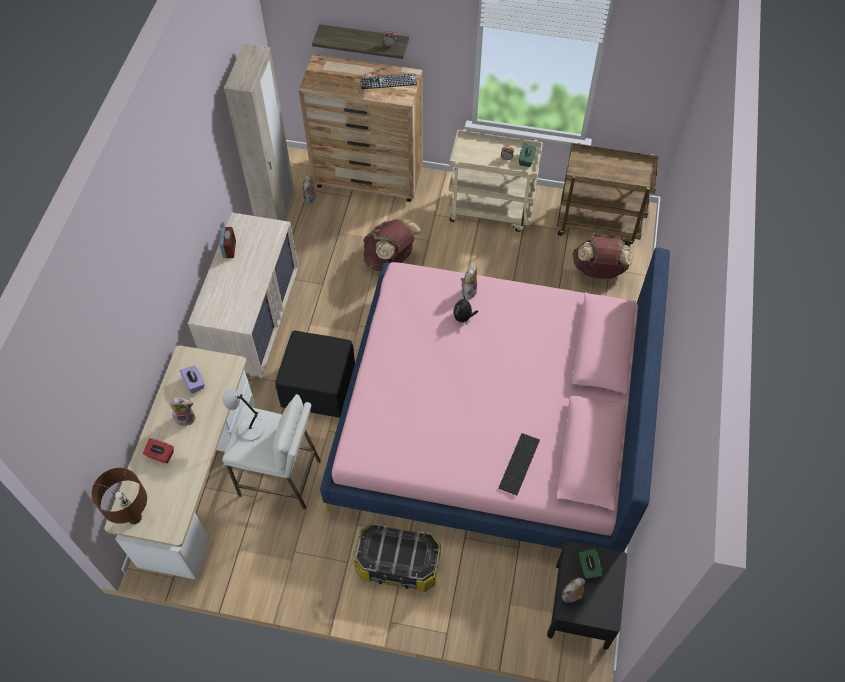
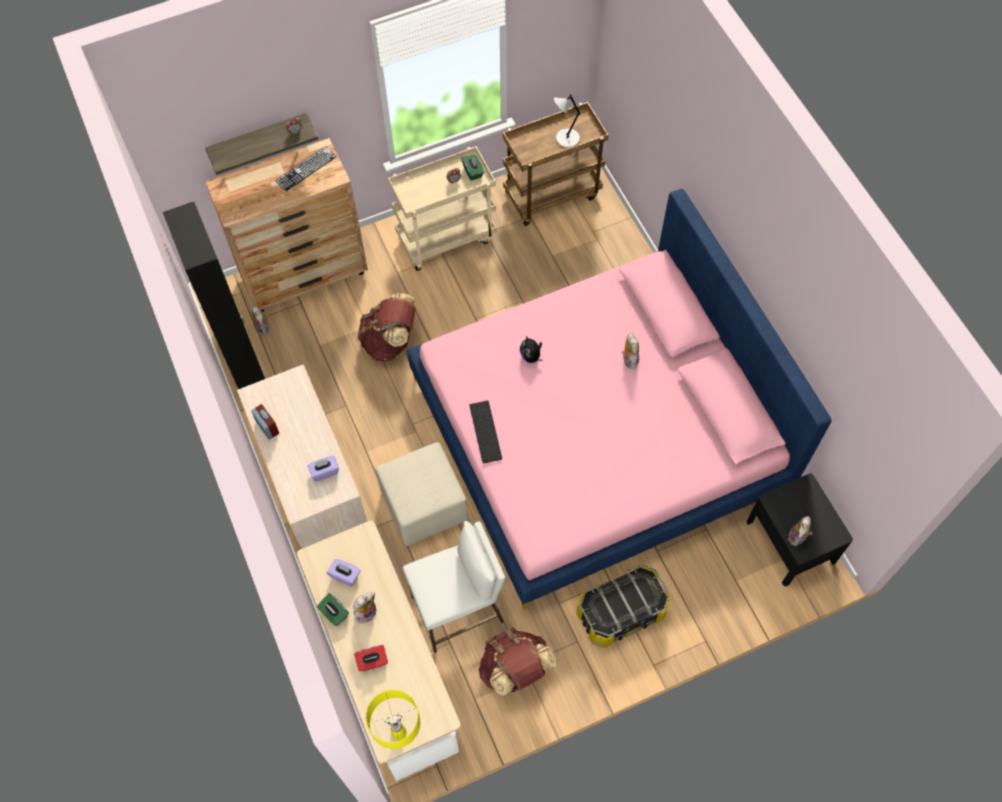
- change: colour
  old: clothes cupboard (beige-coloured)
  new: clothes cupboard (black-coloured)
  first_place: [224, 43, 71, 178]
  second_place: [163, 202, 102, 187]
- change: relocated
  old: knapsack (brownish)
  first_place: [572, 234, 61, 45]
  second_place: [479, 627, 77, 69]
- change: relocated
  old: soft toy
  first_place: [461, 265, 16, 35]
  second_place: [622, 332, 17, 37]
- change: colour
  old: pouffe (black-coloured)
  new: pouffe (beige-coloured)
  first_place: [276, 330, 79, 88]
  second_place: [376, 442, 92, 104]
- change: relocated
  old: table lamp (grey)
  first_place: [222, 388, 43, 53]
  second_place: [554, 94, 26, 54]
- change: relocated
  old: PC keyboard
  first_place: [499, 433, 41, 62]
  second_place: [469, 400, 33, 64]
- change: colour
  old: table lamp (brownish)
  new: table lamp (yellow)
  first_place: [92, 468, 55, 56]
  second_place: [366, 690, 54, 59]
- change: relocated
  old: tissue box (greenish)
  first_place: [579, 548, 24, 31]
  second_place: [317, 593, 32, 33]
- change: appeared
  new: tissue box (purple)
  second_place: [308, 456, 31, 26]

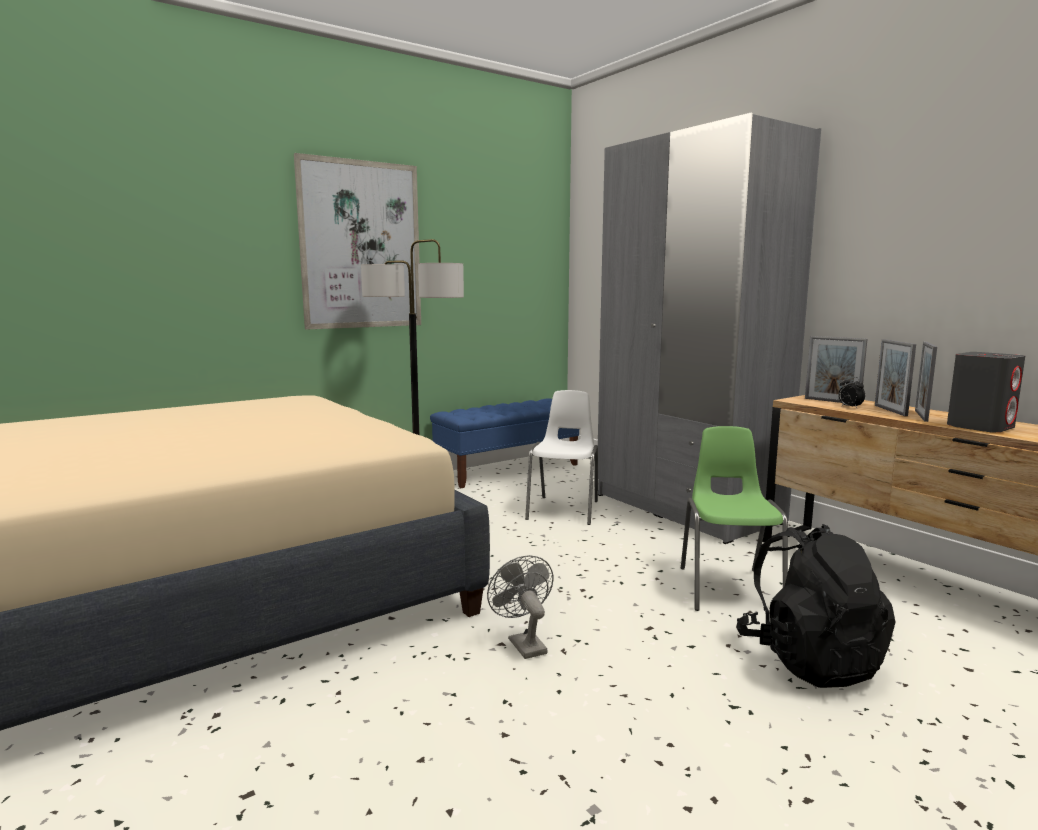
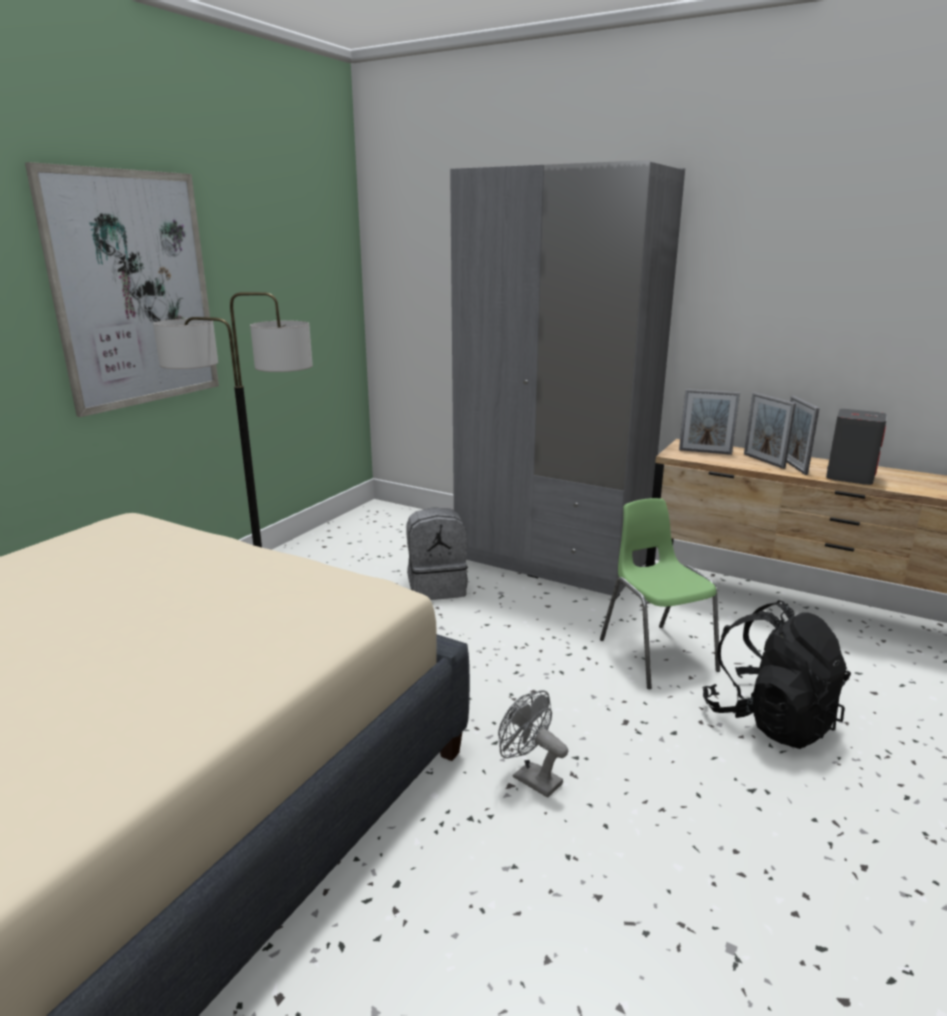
- change: missing
  old: table clock
  first_place: [838, 376, 27, 32]
- change: exchanged
  old: chair (whitish)
  new: knapsack (grey)
  first_place: [525, 390, 73, 135]
  second_place: [406, 507, 62, 93]
- change: missing
  old: bench (blue)
  first_place: [430, 398, 149, 90]

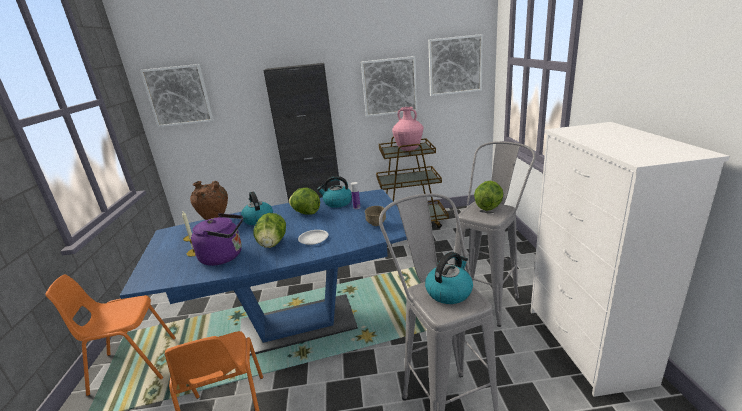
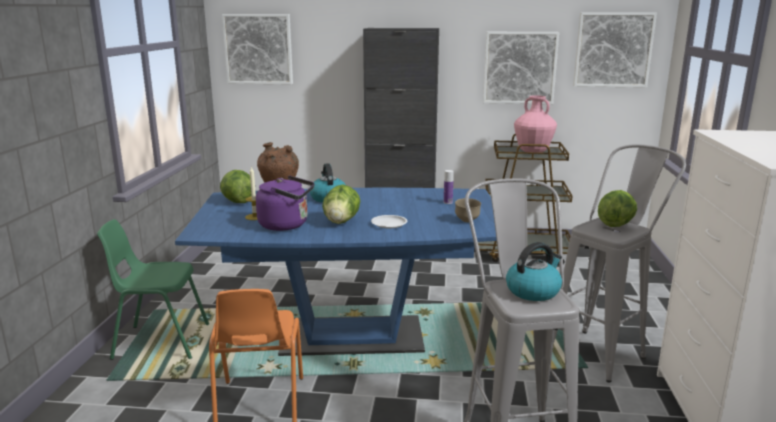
- change: missing
  old: tea kettle
  first_place: [317, 176, 35, 32]
- change: relocated
  old: lettuce head
  first_place: [289, 188, 31, 27]
  second_place: [220, 170, 32, 33]
- change: colour
  old: chair (orange-coloured)
  new: chair (greenish)
  first_place: [45, 274, 131, 122]
  second_place: [97, 219, 112, 141]

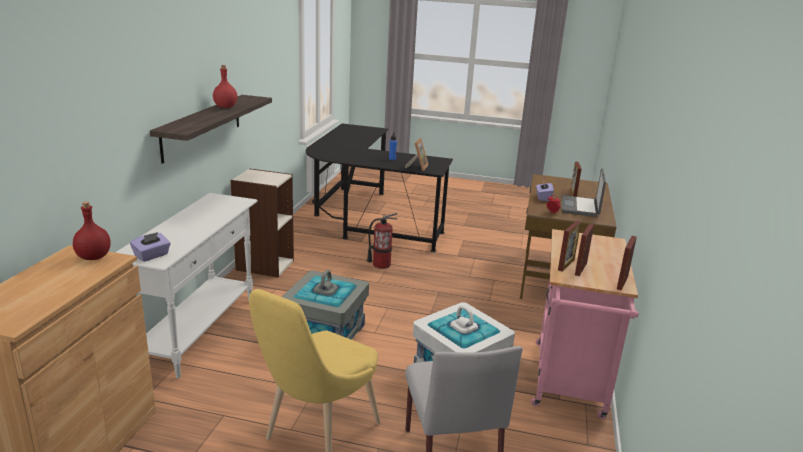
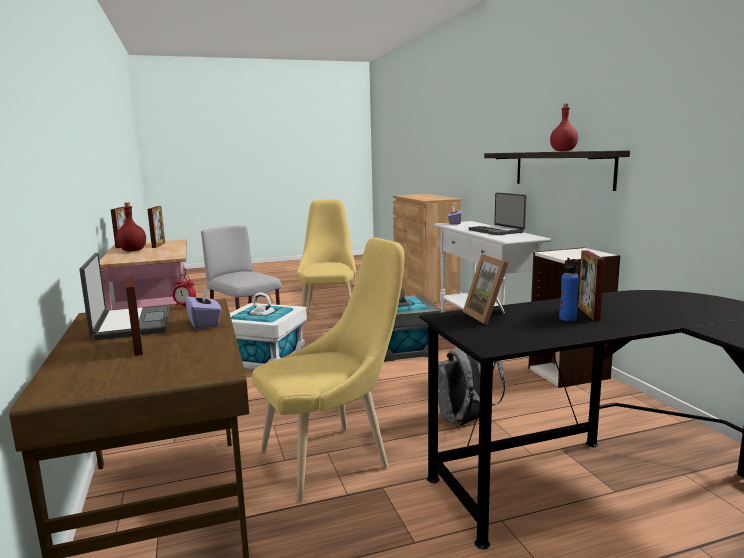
- change: relocated
  old: beverage bottle (reddish)
  first_place: [73, 201, 38, 59]
  second_place: [116, 203, 30, 49]
- change: exchanged
  old: fire extinguisher
  new: knapsack (grey)
  first_place: [367, 213, 30, 56]
  second_place: [438, 348, 67, 78]
- change: relocated
  old: standing frame
  first_place: [558, 221, 23, 50]
  second_place: [578, 250, 27, 71]
- change: appeared
  new: notebook computer
  second_place: [469, 193, 58, 42]
- change: appeared
  new: chair (yellow)
  second_place: [252, 238, 152, 264]

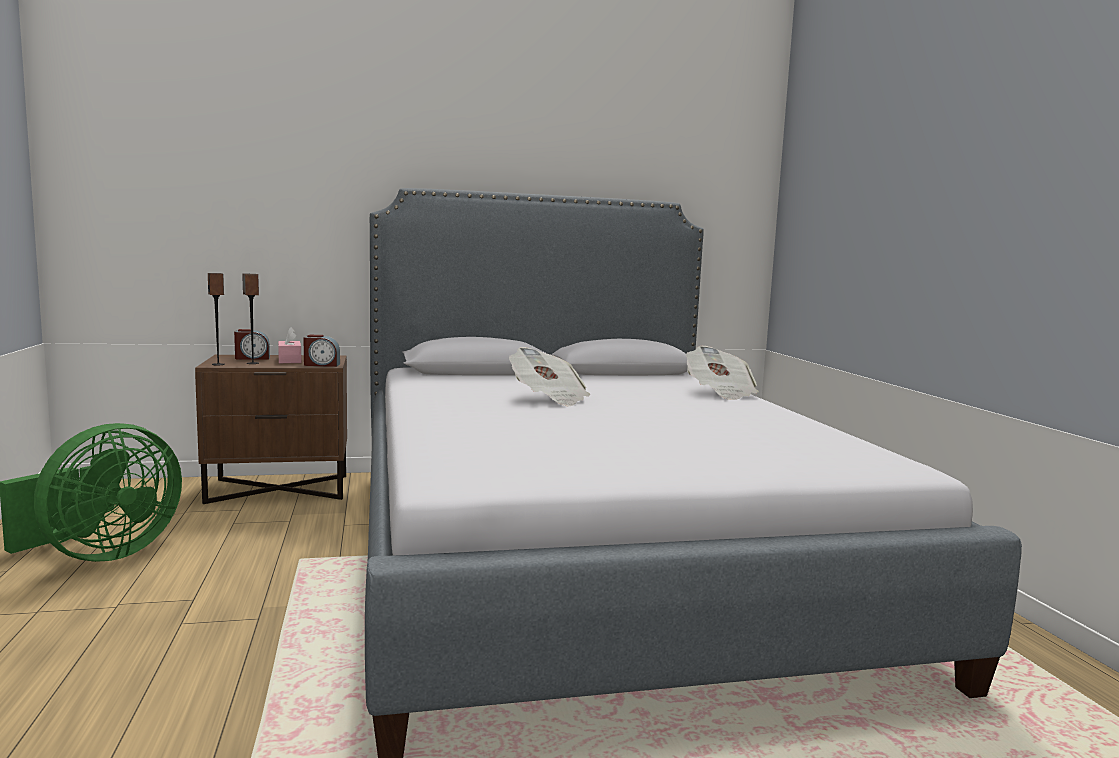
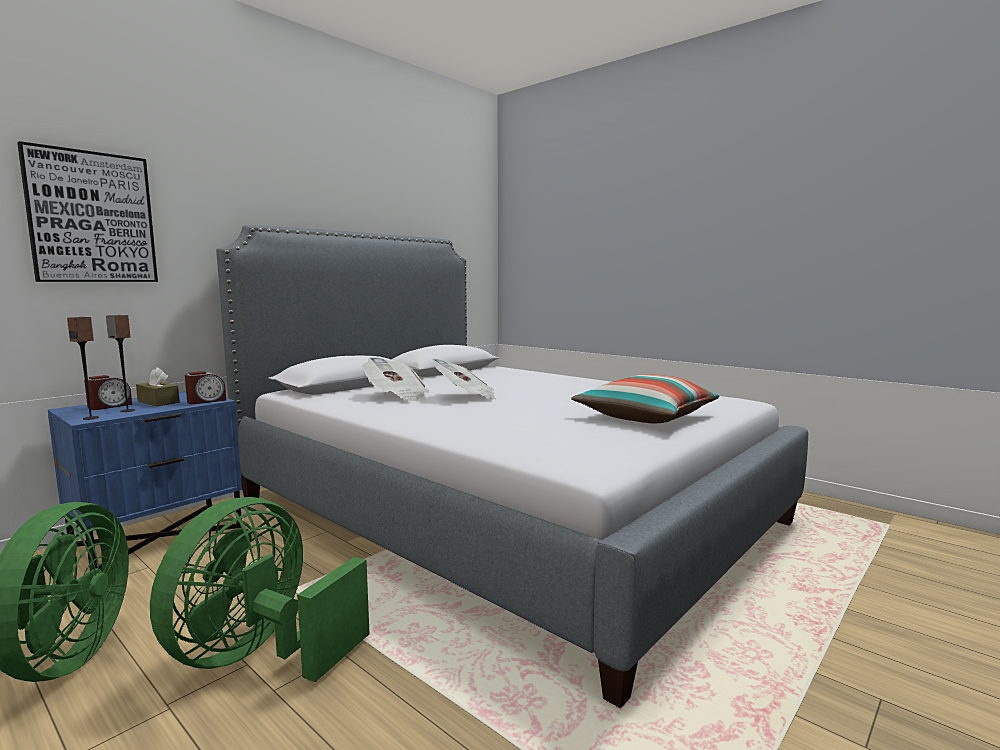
- change: colour
  old: tissue box (pink)
  new: tissue box (brownish)
  first_place: [278, 327, 23, 36]
  second_place: [136, 367, 44, 39]
- change: relocated
  old: printed paper
  first_place: [686, 346, 73, 54]
  second_place: [362, 357, 67, 45]
- change: colour
  old: bedside table (brownish)
  new: bedside table (blue)
  first_place: [195, 355, 152, 149]
  second_place: [48, 391, 194, 179]
- change: appeared
  new: picture
  second_place: [17, 141, 141, 141]
- change: appeared
  new: pillow
  second_place: [571, 374, 149, 49]
- change: appeared
  new: fan (greenish)
  second_place: [150, 497, 220, 185]

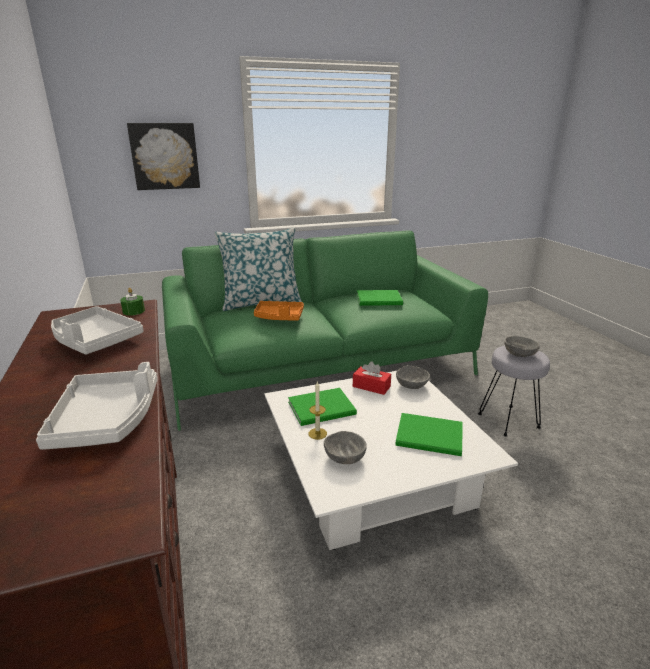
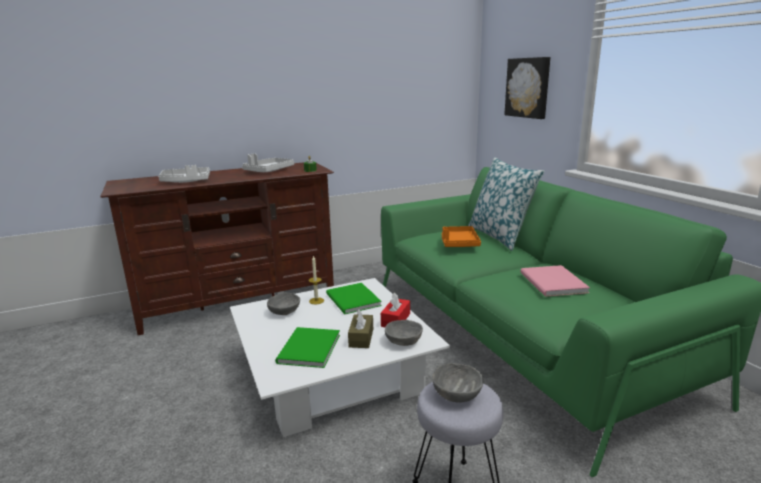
- change: colour
  old: bound book (greenish)
  new: bound book (pink)
  first_place: [357, 290, 46, 16]
  second_place: [520, 265, 70, 32]
- change: appeared
  new: tissue box (brownish)
  second_place: [348, 309, 25, 39]

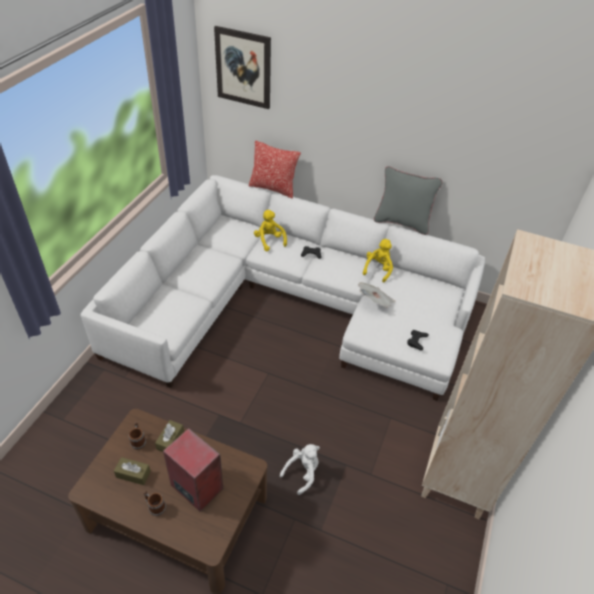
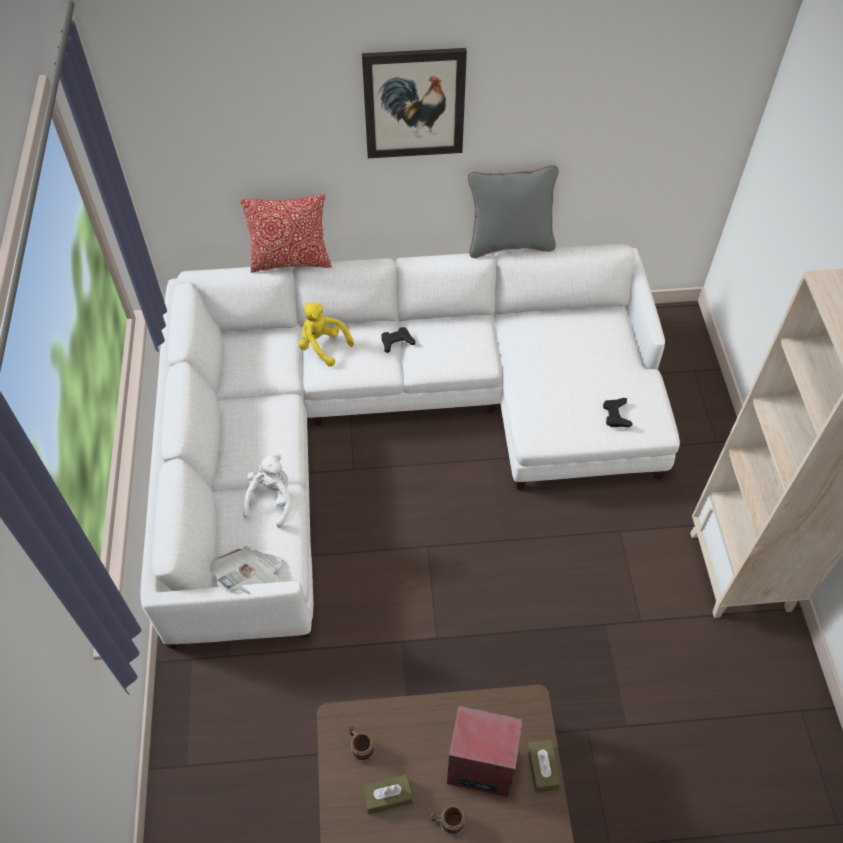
- change: relocated
  old: picture
  first_place: [214, 26, 57, 83]
  second_place: [362, 48, 105, 110]
- change: missing
  old: soft toy (yellow)
  first_place: [363, 239, 30, 44]
- change: relocated
  old: printed paper
  first_place: [358, 282, 38, 26]
  second_place: [210, 546, 72, 48]
- change: relocated
  old: tissue box (brownish)
  first_place: [155, 420, 29, 32]
  second_place: [527, 739, 34, 54]
- change: relocated
  old: soft toy (whitish)
  first_place: [280, 444, 40, 51]
  second_place: [243, 454, 49, 74]

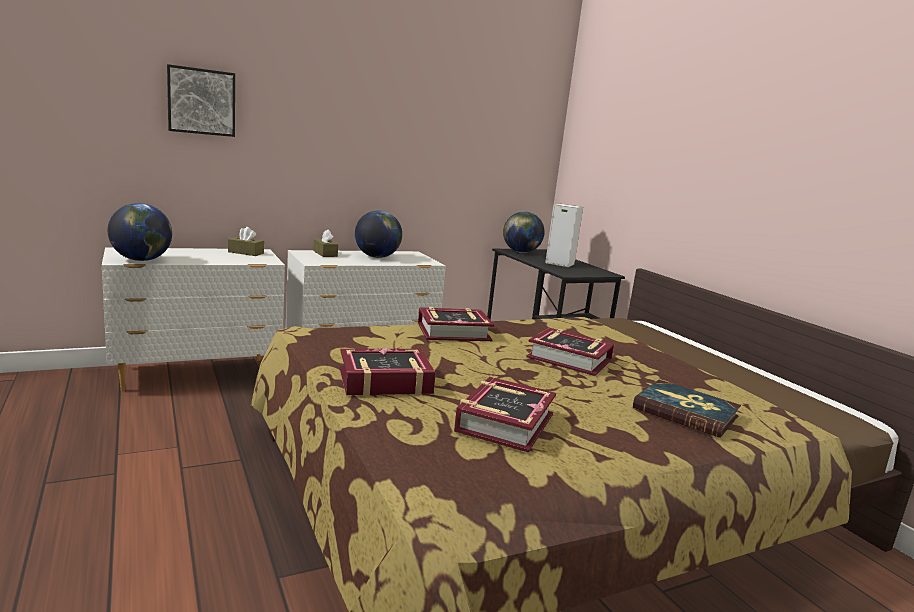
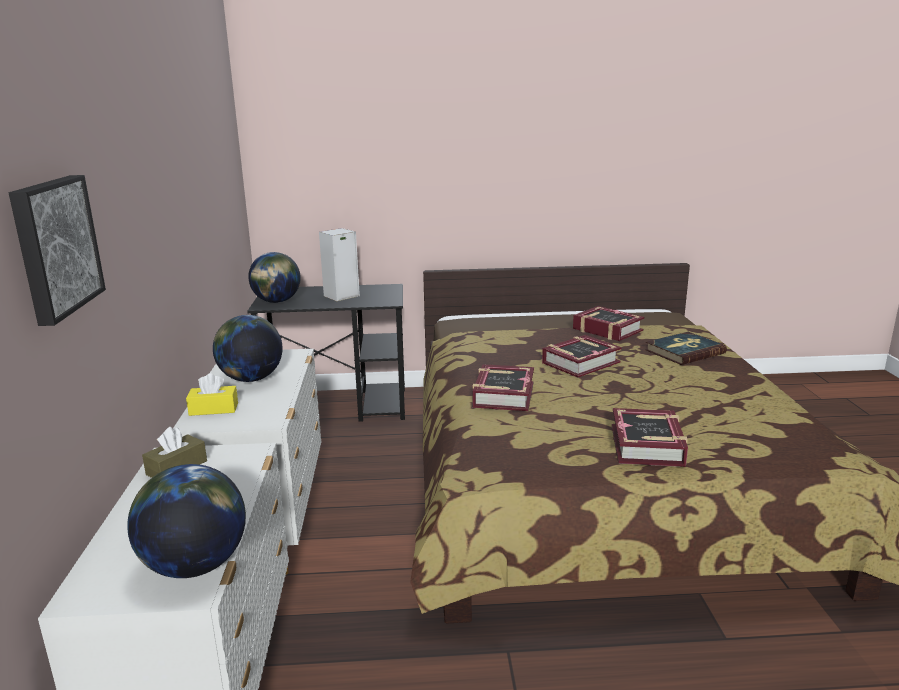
- change: colour
  old: tissue box (brownish)
  new: tissue box (yellow)
  first_place: [313, 229, 25, 28]
  second_place: [186, 373, 52, 43]
- change: relocated
  old: bound book
  first_place: [454, 377, 102, 75]
  second_place: [573, 306, 71, 35]

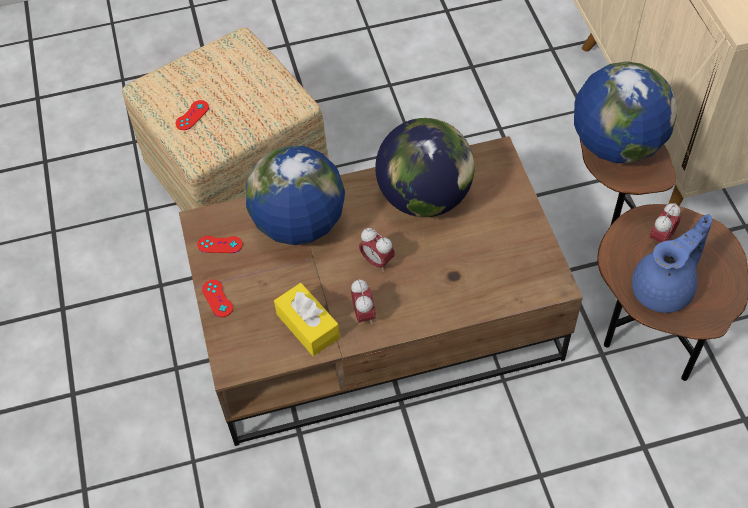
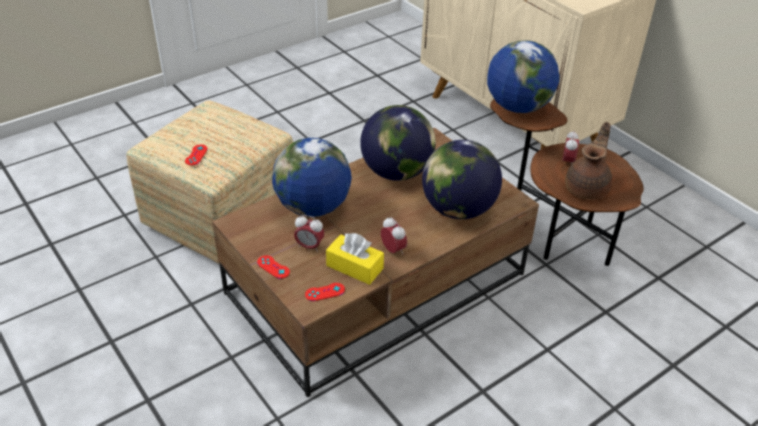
- change: colour
  old: tea pot (blue)
  new: tea pot (brownish)
  first_place: [632, 214, 80, 99]
  second_place: [565, 122, 48, 78]
- change: relocated
  old: table clock
  first_place: [359, 228, 36, 44]
  second_place: [294, 215, 30, 37]
- change: relocated
  old: gamepad (reddish)
  first_place: [197, 236, 46, 17]
  second_place: [305, 283, 40, 18]
- change: appeared
  new: globe
  second_place: [422, 140, 80, 79]

